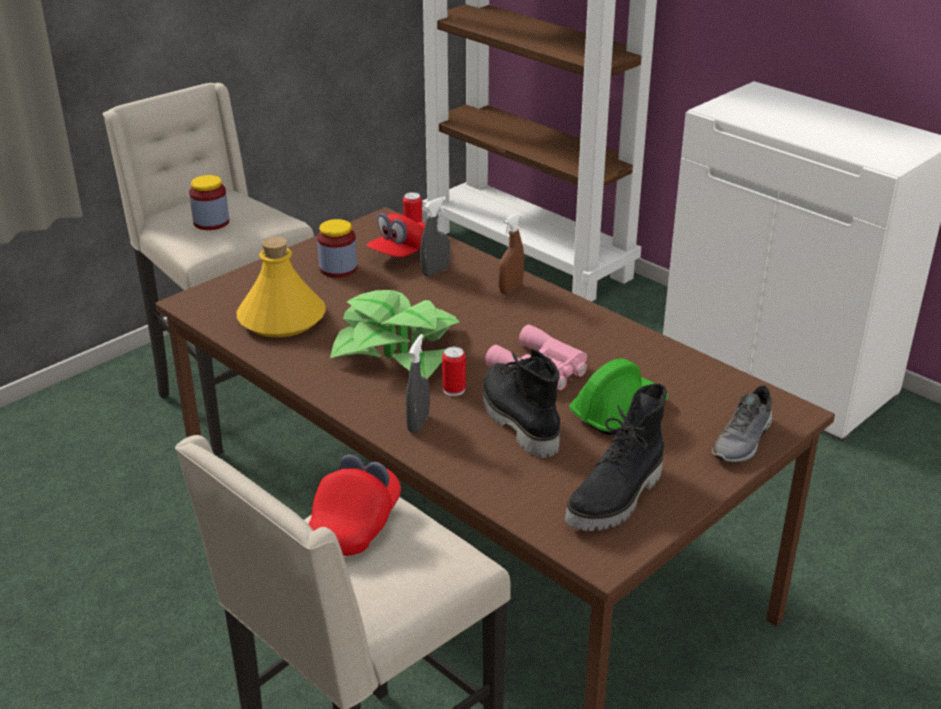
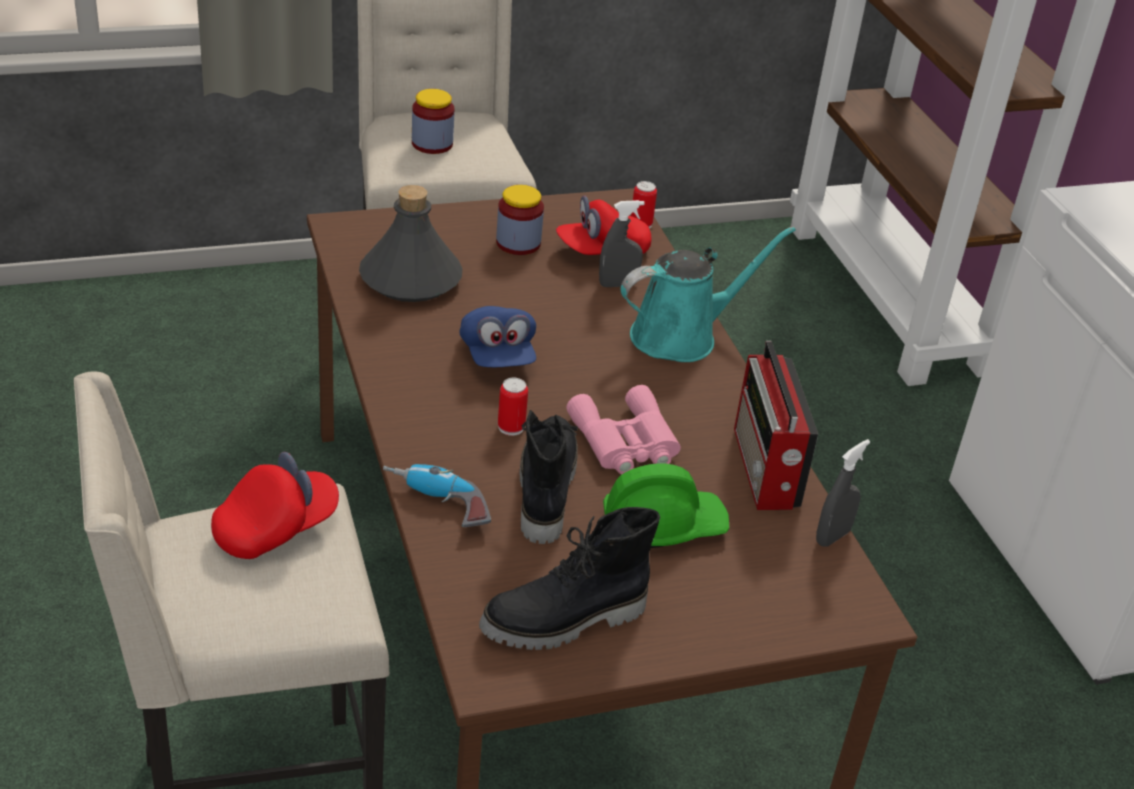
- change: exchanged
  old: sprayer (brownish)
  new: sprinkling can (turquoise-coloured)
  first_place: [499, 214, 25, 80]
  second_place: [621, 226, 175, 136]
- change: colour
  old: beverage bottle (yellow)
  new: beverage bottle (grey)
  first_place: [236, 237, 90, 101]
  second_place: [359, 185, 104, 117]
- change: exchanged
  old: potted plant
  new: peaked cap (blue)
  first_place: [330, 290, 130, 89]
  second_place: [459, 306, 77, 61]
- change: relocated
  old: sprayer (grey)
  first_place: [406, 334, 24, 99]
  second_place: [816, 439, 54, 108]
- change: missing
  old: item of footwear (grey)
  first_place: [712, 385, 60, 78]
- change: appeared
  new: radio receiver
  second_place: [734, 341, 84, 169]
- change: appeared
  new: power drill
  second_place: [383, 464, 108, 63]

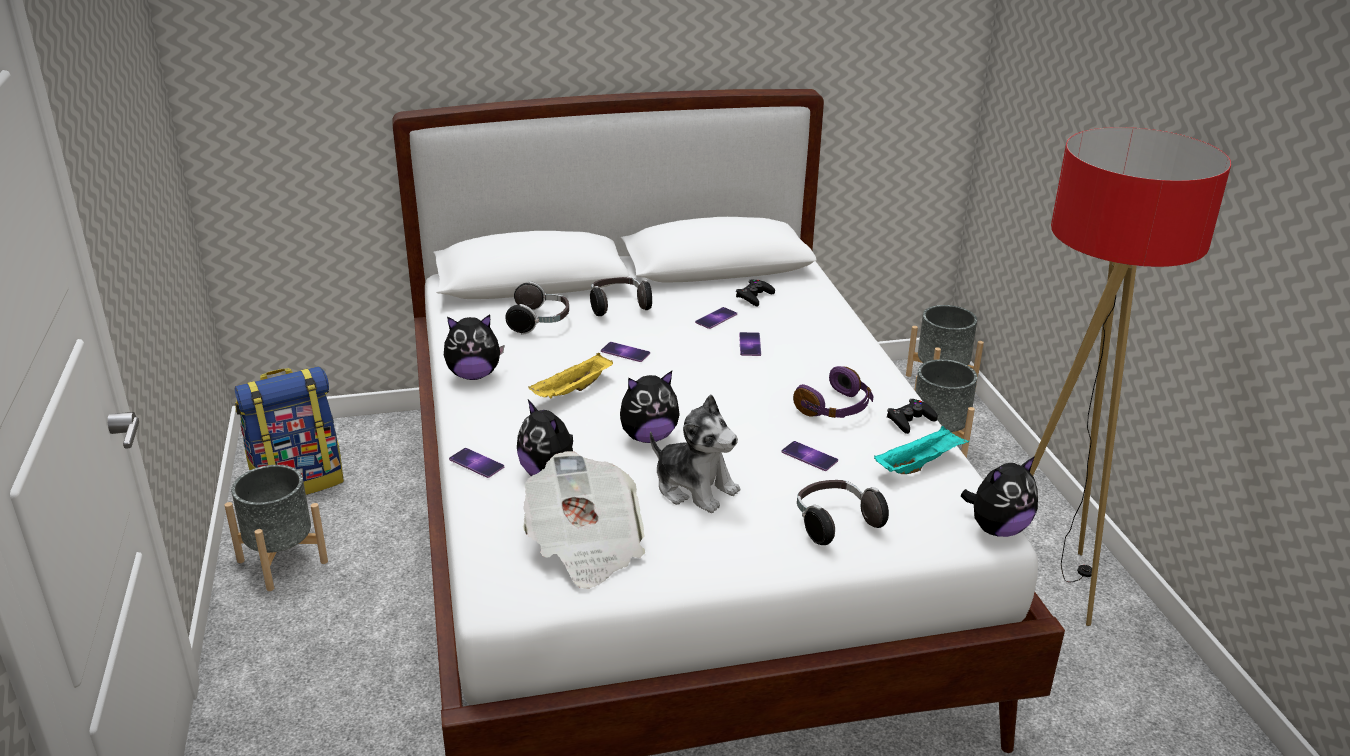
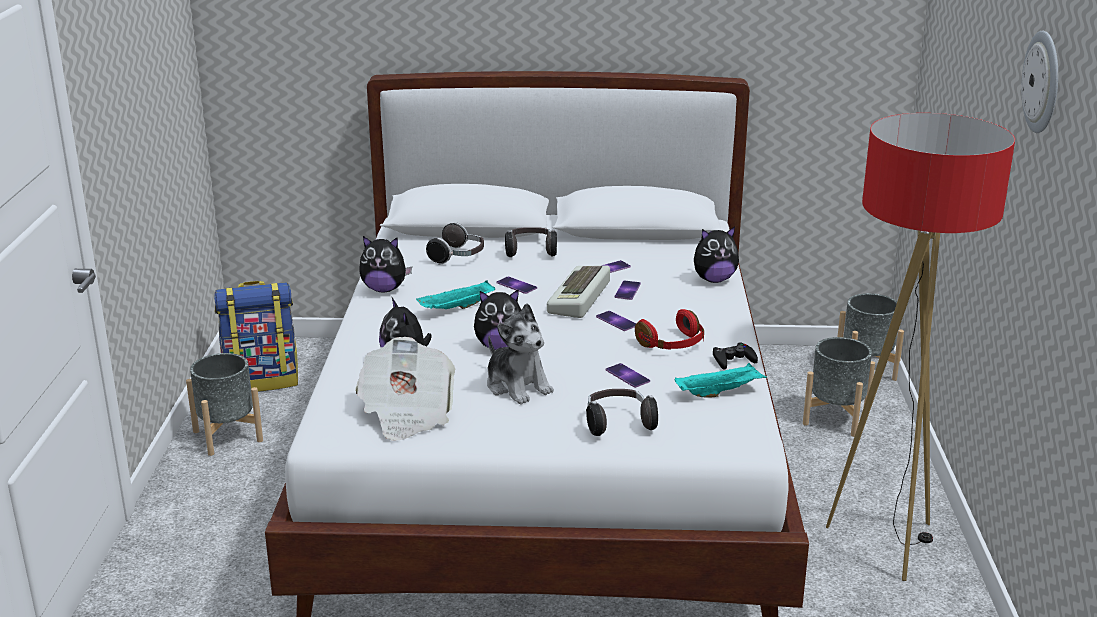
- change: missing
  old: gamepad (black-coloured)
  first_place: [736, 279, 39, 27]
- change: colour
  old: carrying tray (yellow)
  new: carrying tray (turquoise-coloured)
  first_place: [528, 353, 85, 45]
  second_place: [416, 280, 79, 29]
- change: colour
  old: pair of headphones (purple)
  new: pair of headphones (reddish)
  first_place: [793, 366, 81, 52]
  second_place: [635, 309, 69, 41]
- change: relocated
  old: telephone
  first_place: [449, 448, 55, 30]
  second_place: [596, 311, 40, 20]
- change: relocated
  old: soft toy
  first_place: [961, 456, 77, 81]
  second_place: [694, 226, 45, 57]
- change: appeared
  new: clock on the wall
  second_place: [1021, 31, 37, 102]
- change: appeared
  new: PC keyboard
  second_place: [547, 265, 63, 53]

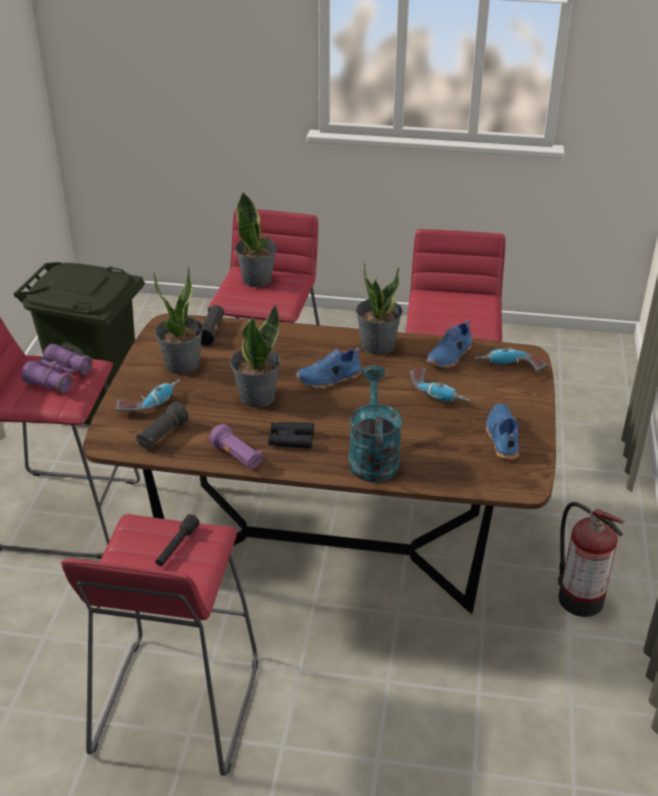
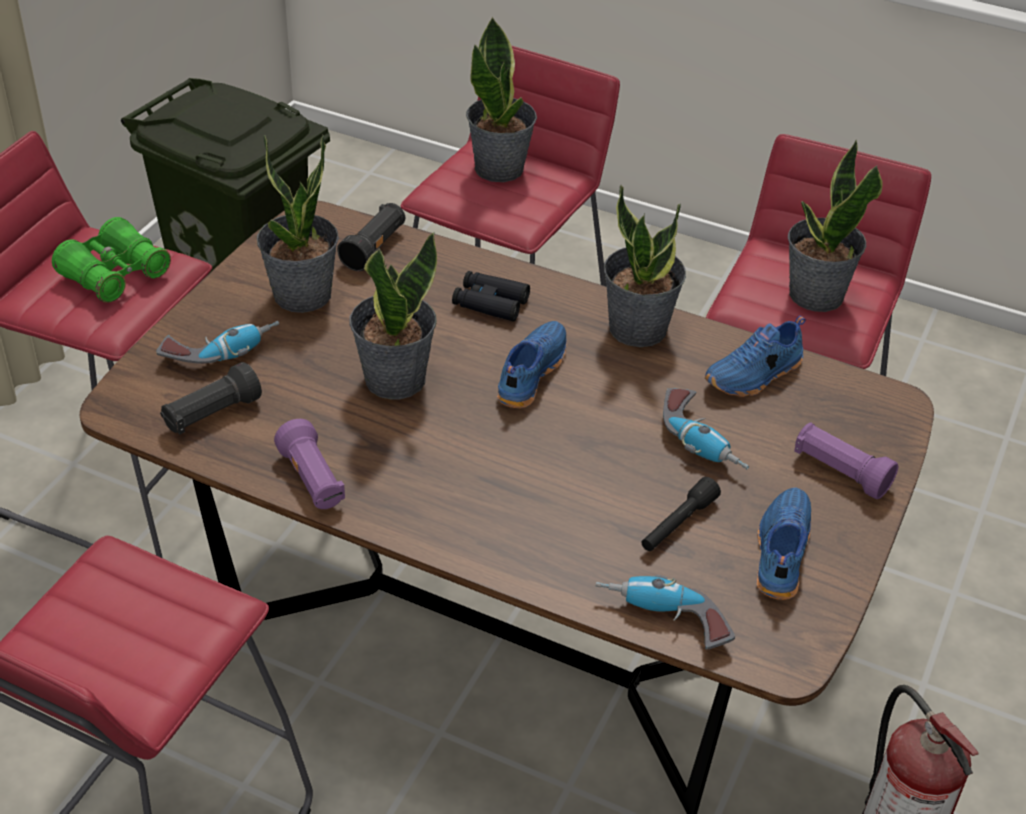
- change: colour
  old: field glasses (purple)
  new: field glasses (greenish)
  first_place: [21, 344, 71, 49]
  second_place: [52, 217, 119, 86]
- change: spun
  old: item of footwear (blue)
  first_place: [296, 347, 66, 42]
  second_place: [497, 321, 70, 87]
  degrees: 120
- change: relocated
  old: power drill
  first_place: [475, 348, 72, 23]
  second_place: [595, 575, 140, 75]
- change: missing
  old: sprinkling can (turquoise-coloured)
  first_place: [348, 365, 54, 117]
- change: relocated
  old: field glasses (black-coloured)
  first_place: [268, 422, 46, 26]
  second_place: [452, 271, 78, 51]
- change: relocated
  old: hand torch (black-coloured)
  first_place: [155, 514, 45, 52]
  second_place: [641, 477, 80, 74]
- change: appeared
  new: potted plant
  second_place: [788, 140, 95, 172]
- change: appeared
  new: hand torch (purple)
  second_place: [794, 422, 104, 77]

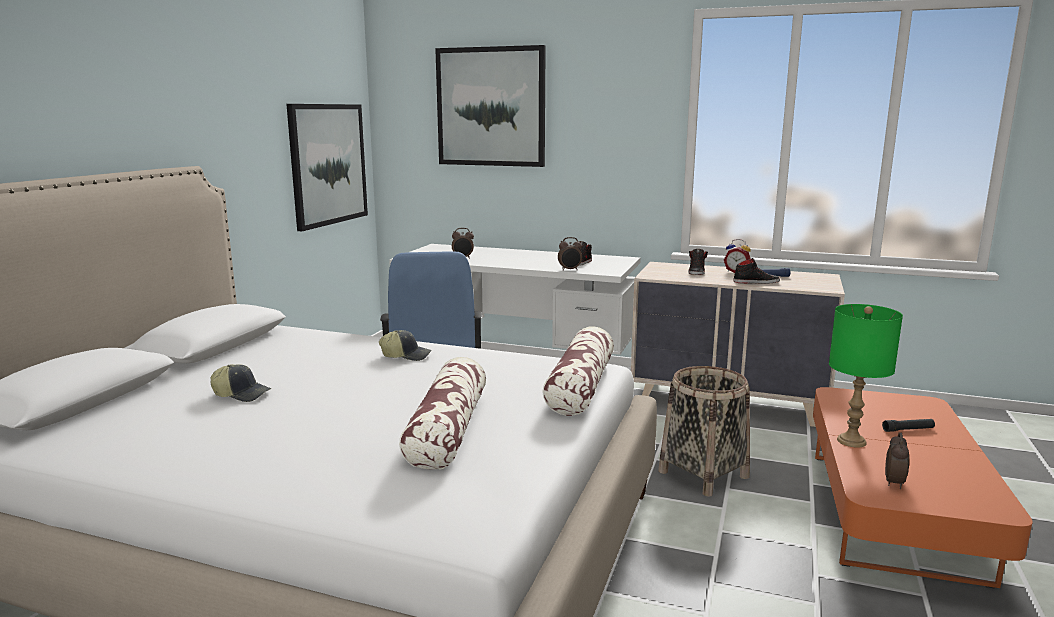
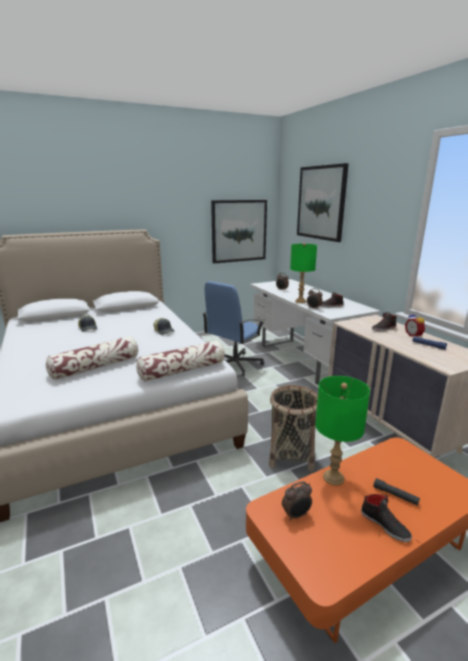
- change: relocated
  old: item of footwear (black-coloured)
  first_place: [734, 258, 46, 26]
  second_place: [361, 494, 51, 48]
- change: appeared
  new: table lamp (greenish)
  second_place: [290, 243, 27, 60]

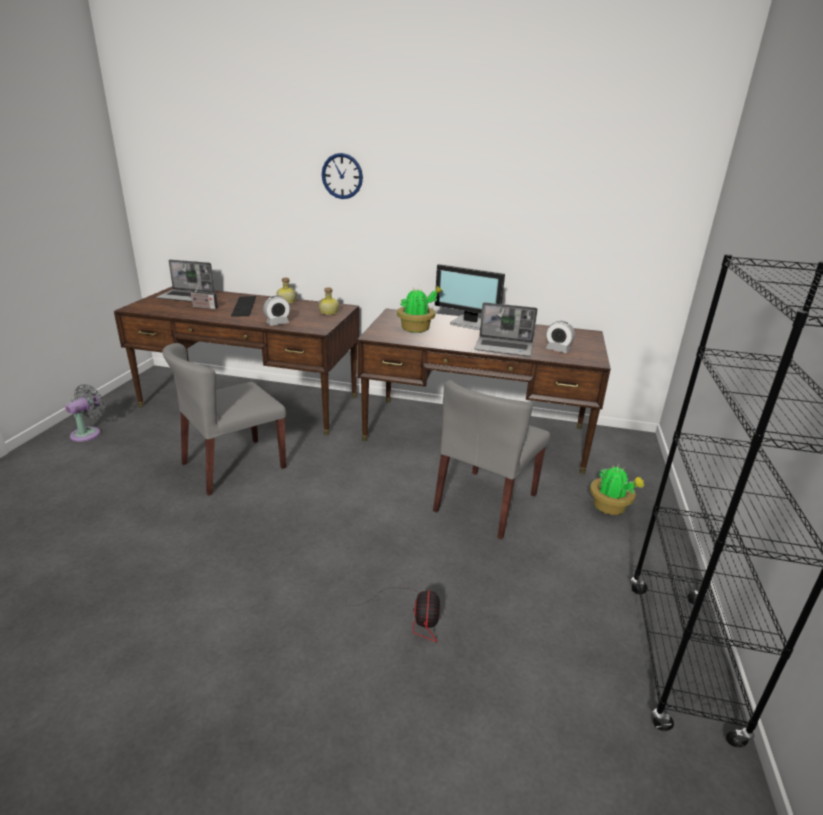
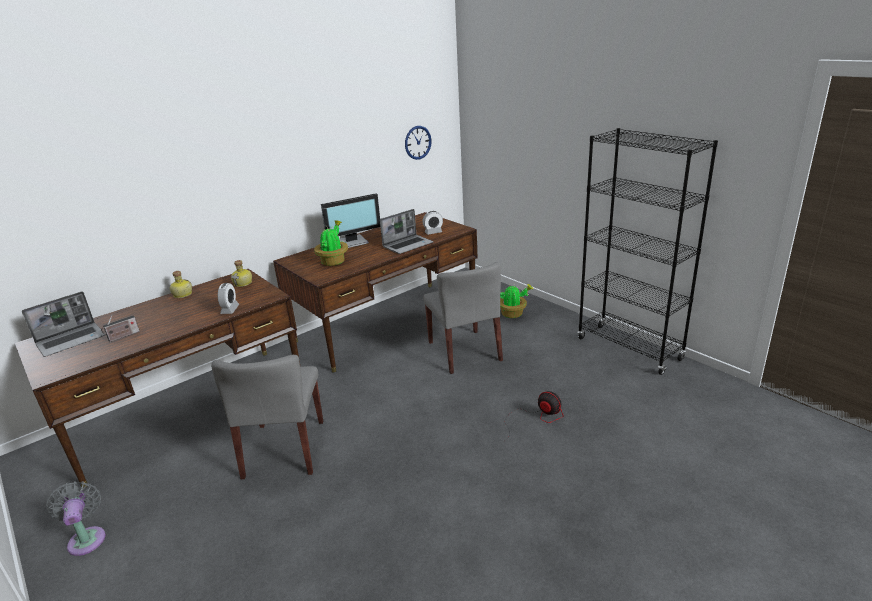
- change: relocated
  old: clock on the wall
  first_place: [322, 153, 41, 46]
  second_place: [405, 126, 27, 34]
- change: missing
  old: PC keyboard
  first_place: [231, 296, 25, 20]

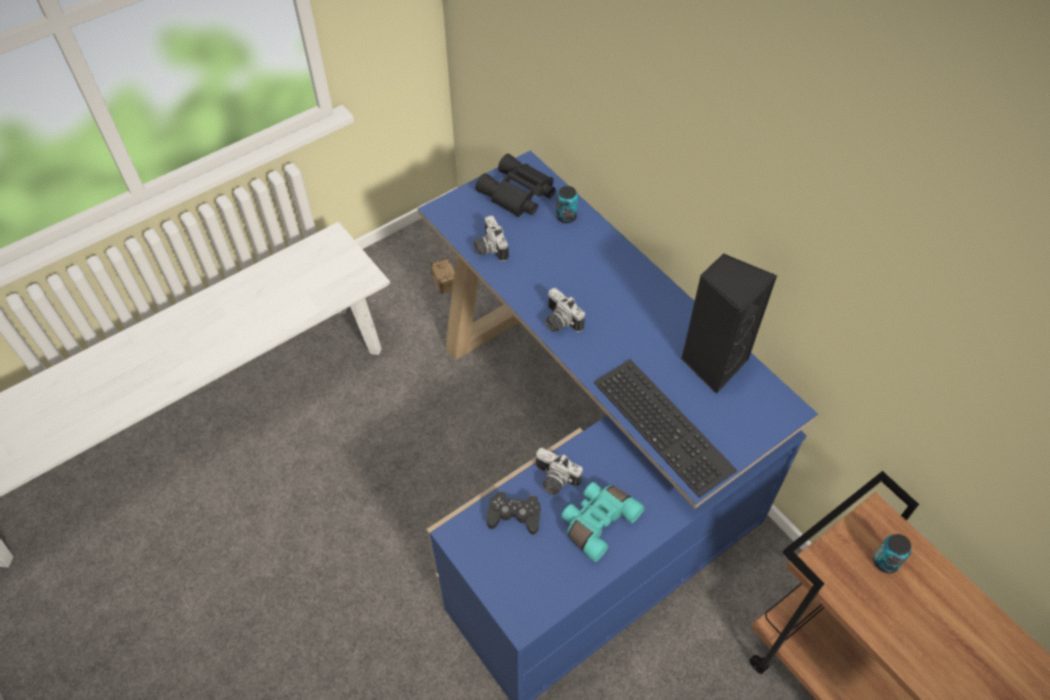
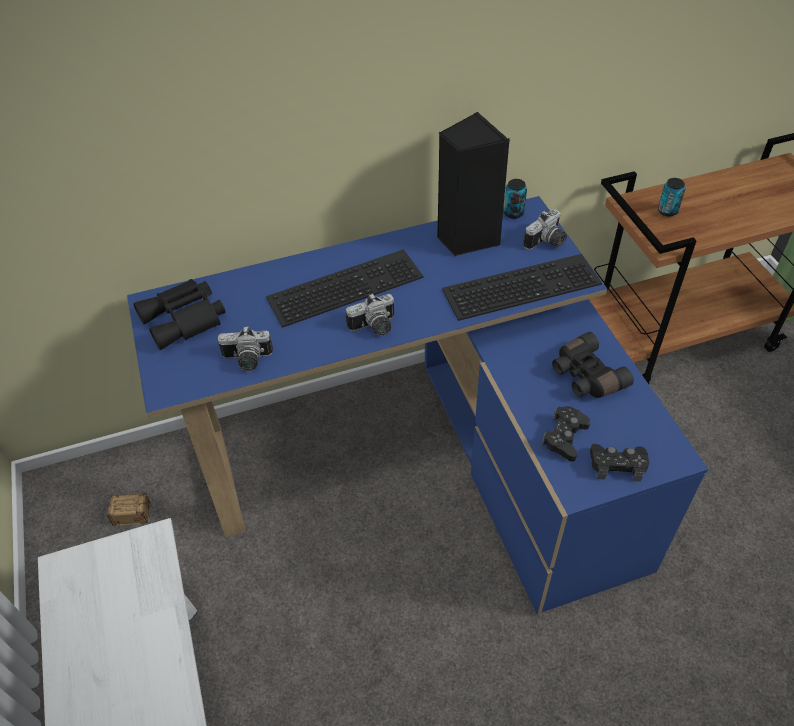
- change: relocated
  old: metal can
  first_place: [556, 186, 22, 37]
  second_place: [503, 179, 24, 40]
- change: relocated
  old: still camera
  first_place: [536, 448, 47, 47]
  second_place: [523, 209, 44, 41]
- change: colour
  old: field glasses (turquoise-coloured)
  new: field glasses (black-coloured)
  first_place: [561, 482, 84, 80]
  second_place: [552, 332, 82, 66]
- change: appeared
  new: PC keyboard
  second_place: [266, 249, 157, 79]
- change: appeared
  new: gamepad (black-coloured)
  second_place: [590, 444, 59, 38]

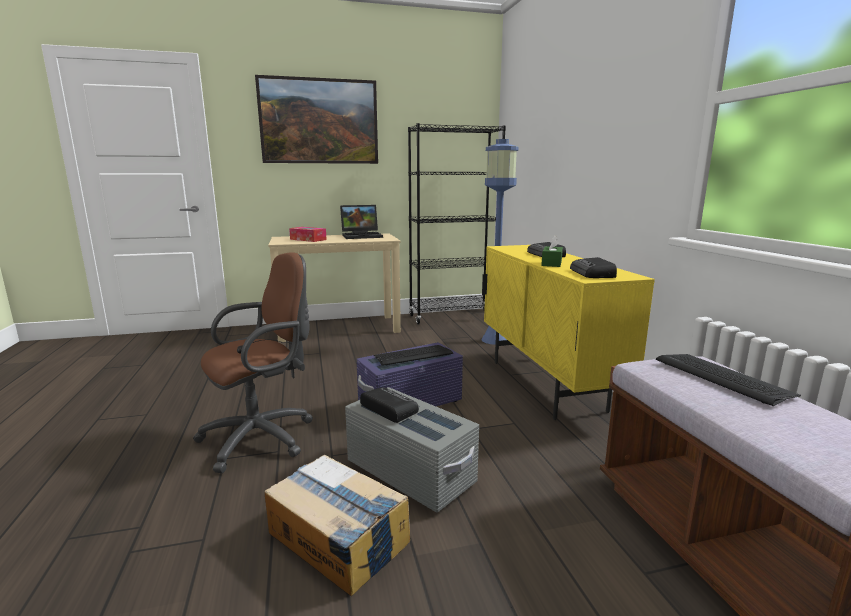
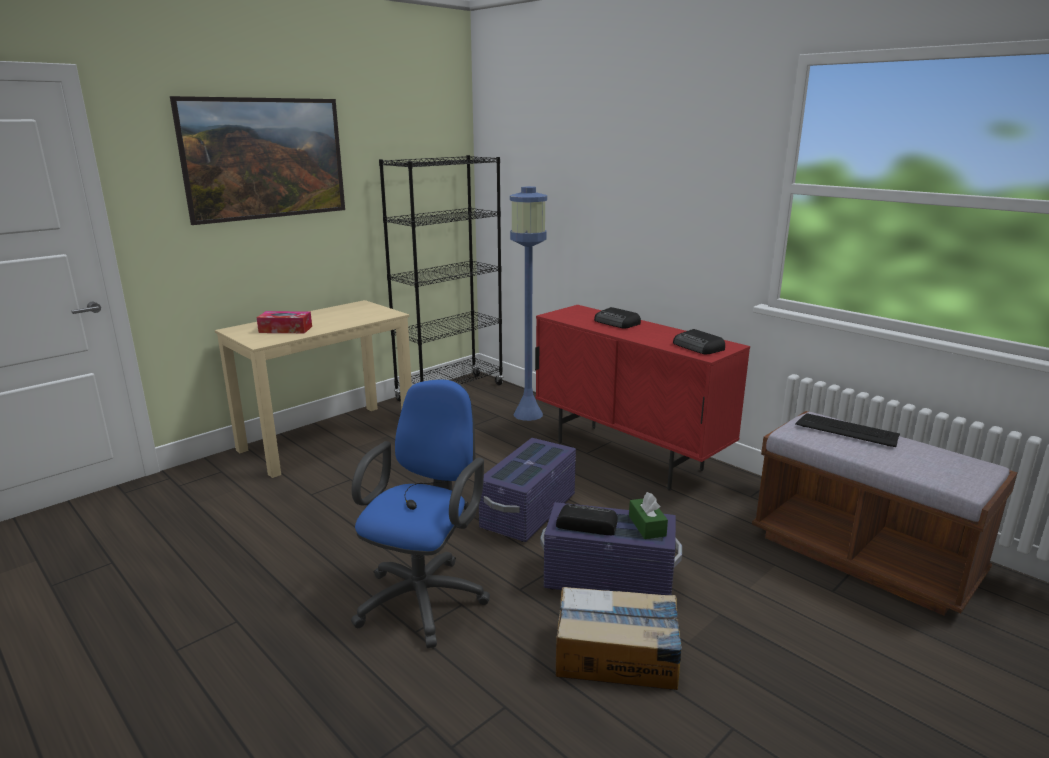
- change: missing
  old: notebook computer
  first_place: [340, 205, 43, 34]
- change: relocated
  old: tissue box (greenish)
  first_place: [541, 235, 22, 32]
  second_place: [629, 492, 39, 47]
- change: colour
  old: cabinet (yellow)
  new: cabinet (reddish)
  first_place: [482, 245, 173, 175]
  second_place: [535, 305, 215, 186]
- change: colour
  old: office chair (brownish)
  new: office chair (blue)
  first_place: [193, 252, 120, 221]
  second_place: [351, 379, 139, 269]
- change: missing
  old: PC keyboard
  first_place: [374, 345, 79, 21]
- change: colour
  old: storage container (grey)
  new: storage container (purple)
  first_place: [345, 387, 134, 125]
  second_place: [540, 502, 142, 93]

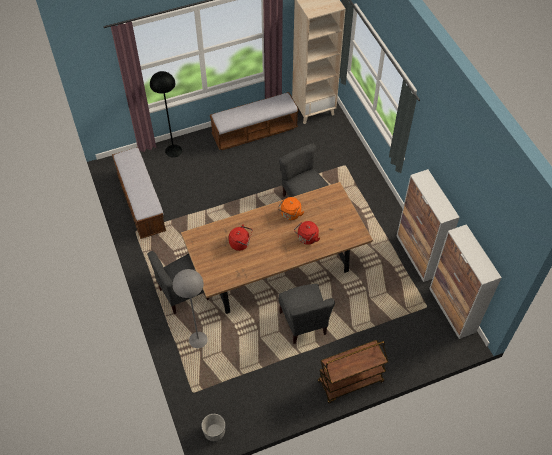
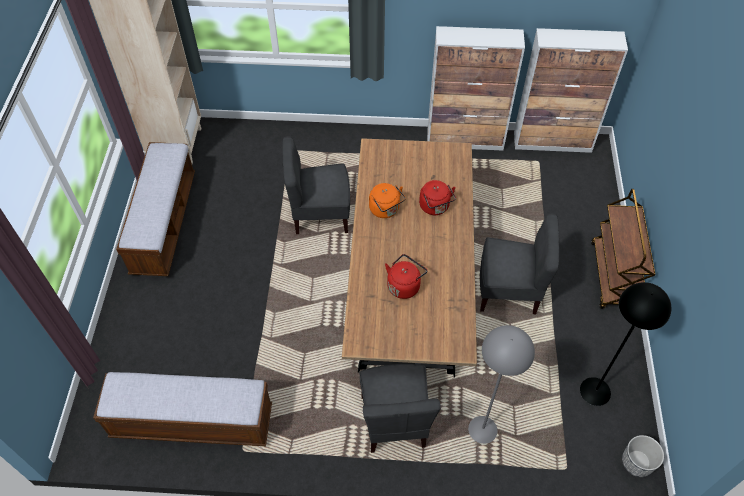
- change: relocated
  old: standing lamp (black-coloured)
  first_place: [150, 71, 32, 86]
  second_place: [580, 282, 91, 124]

